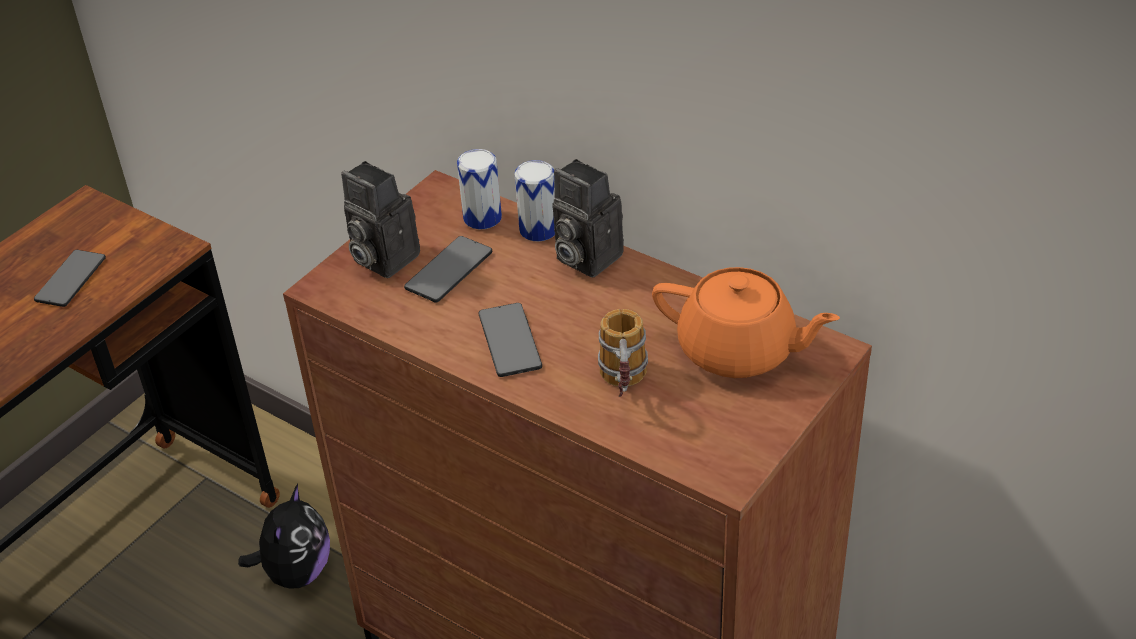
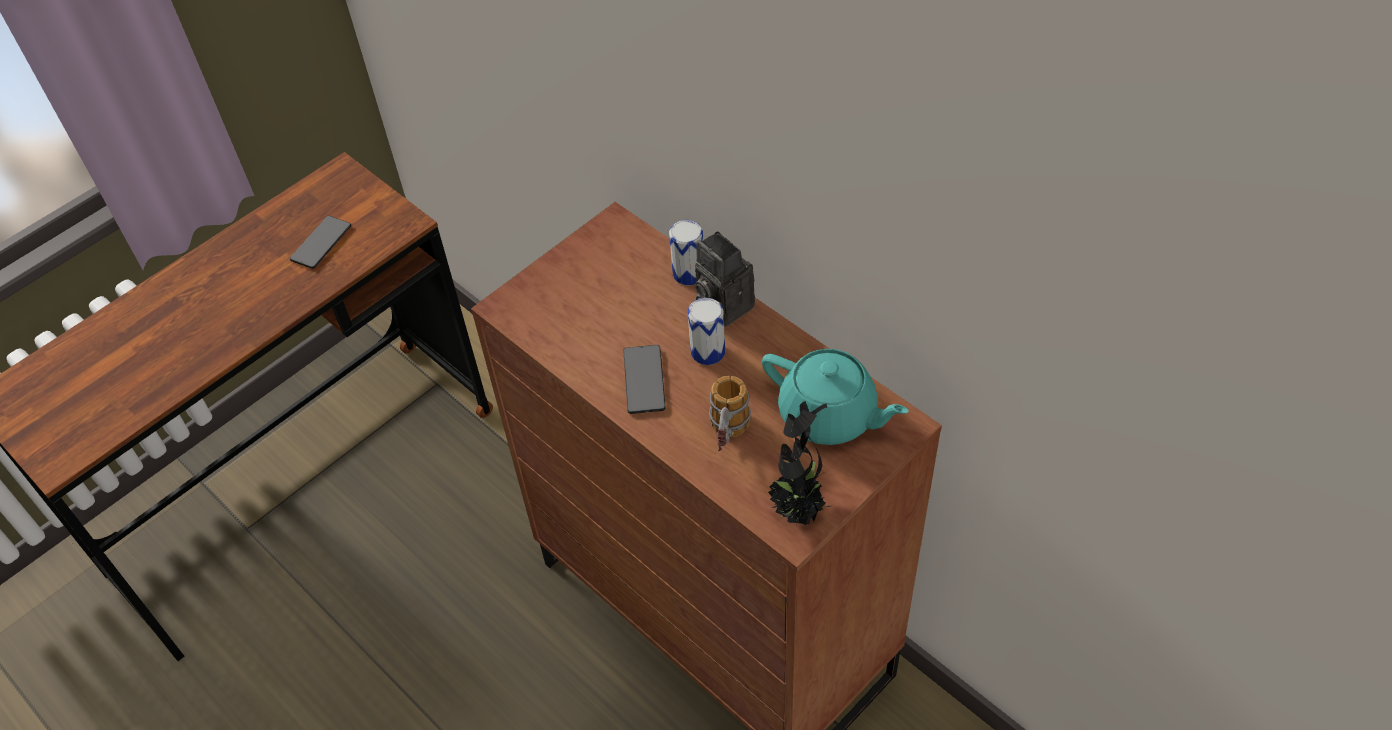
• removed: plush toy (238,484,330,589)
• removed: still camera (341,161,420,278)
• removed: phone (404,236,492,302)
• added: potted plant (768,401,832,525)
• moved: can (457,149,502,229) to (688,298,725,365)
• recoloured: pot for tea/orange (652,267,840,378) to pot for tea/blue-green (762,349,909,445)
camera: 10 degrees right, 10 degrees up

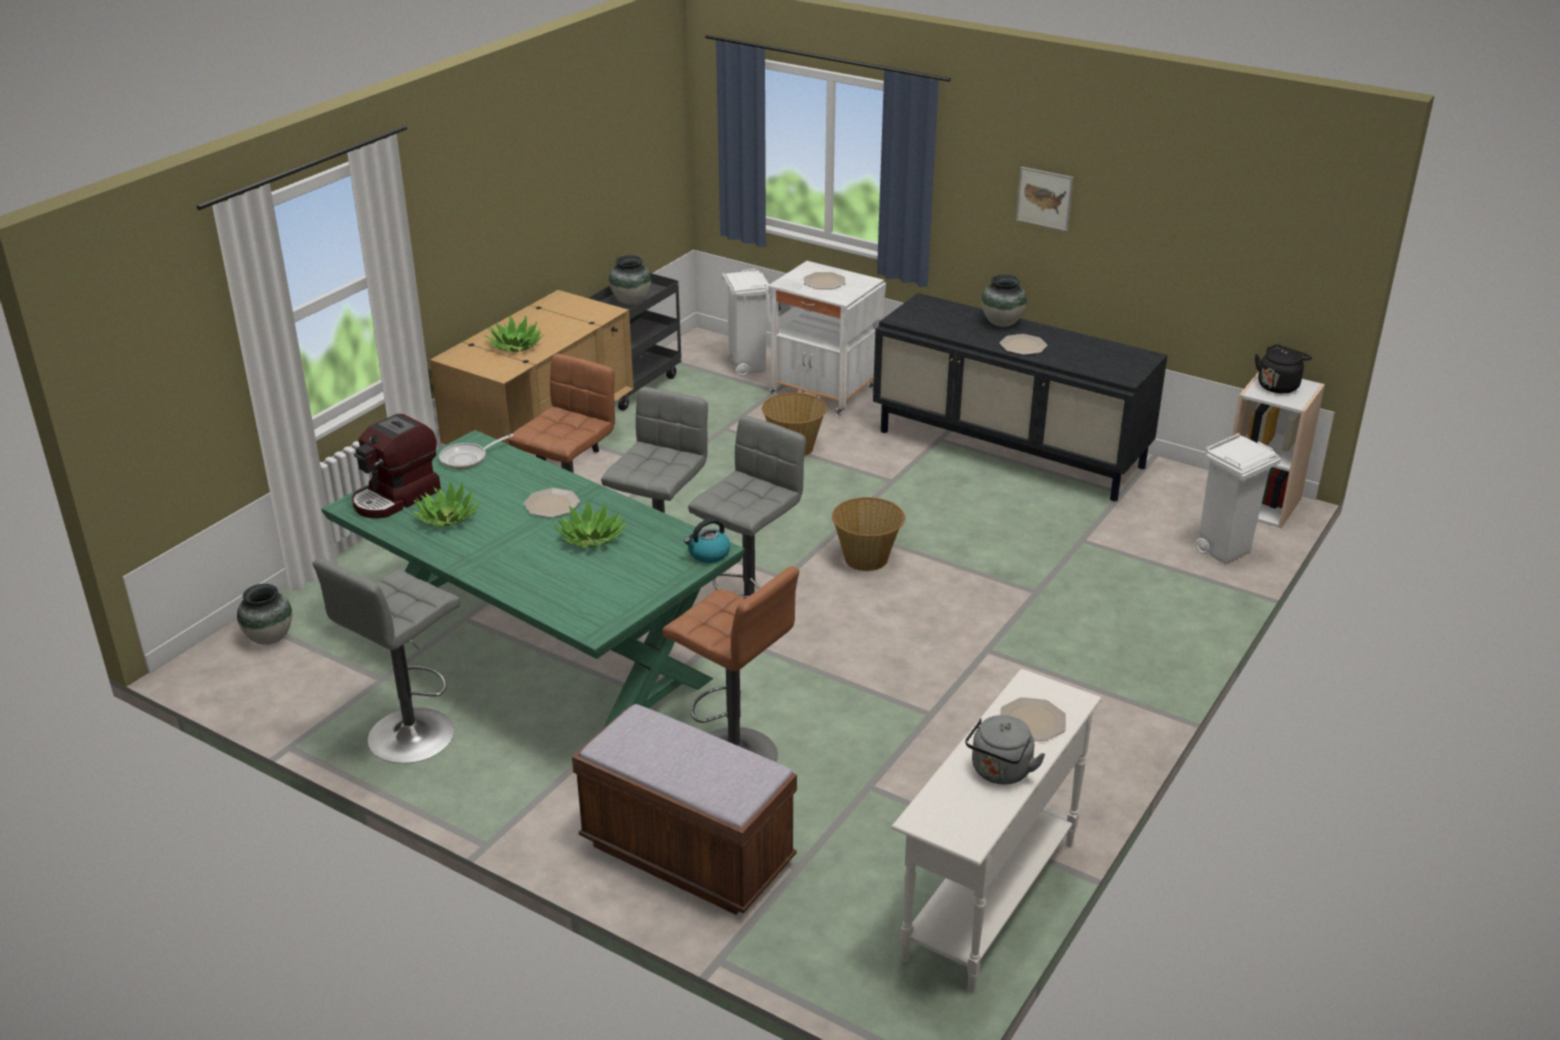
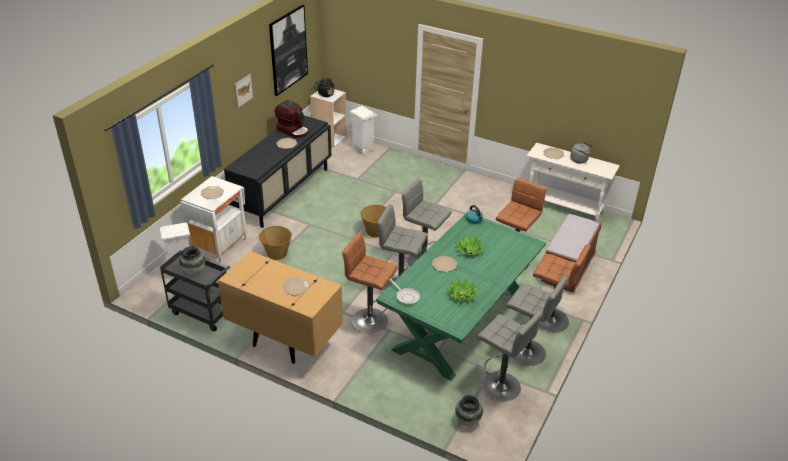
• removed: flower vase (981,274,1027,327)
• added: wall picture (269,5,308,96)
• added: stool seat/gray (477,311,543,402)
• added: stool seat/brown (533,244,591,333)
• moved: coffee brewer (352,414,441,518) to (275,100,308,138)
• replaced: potted plant (485,315,544,352) to flat dish (282,277,310,295)
camera: 95 degrees left, 5 degrees up

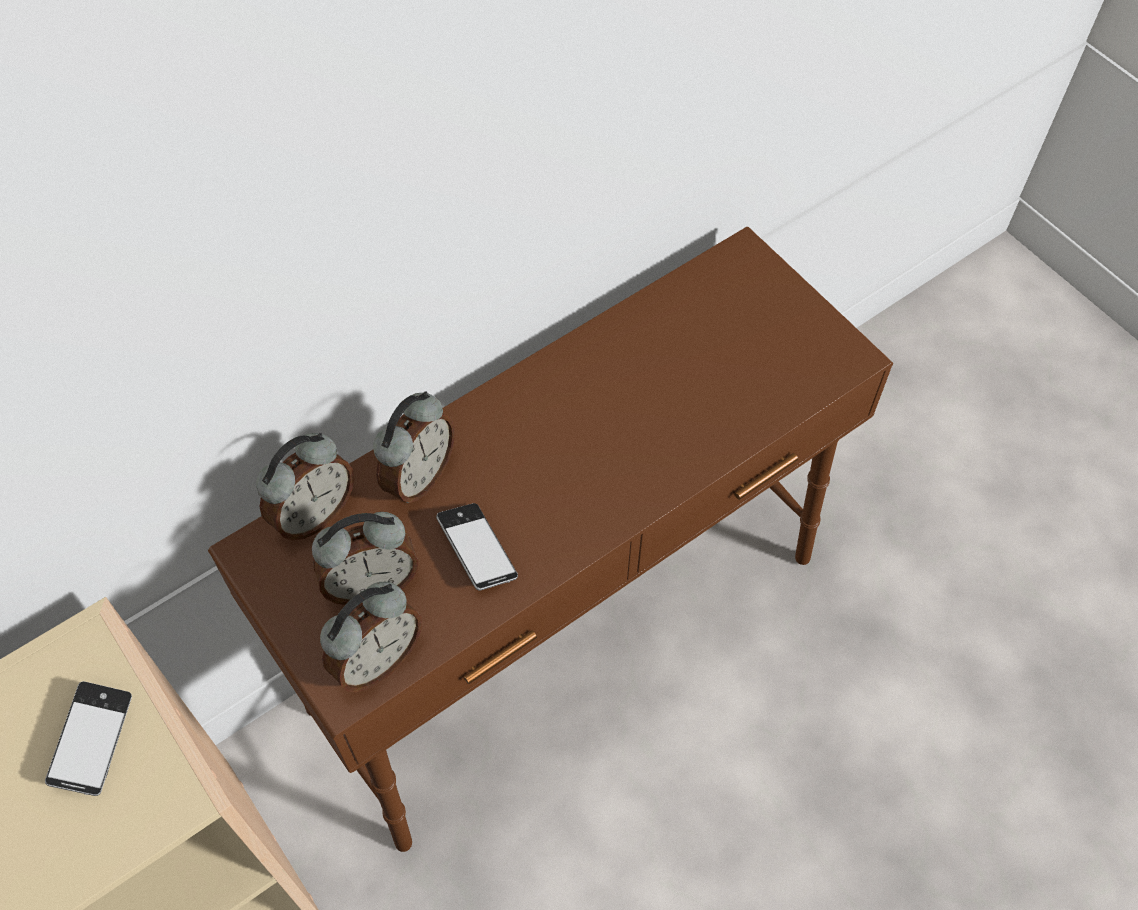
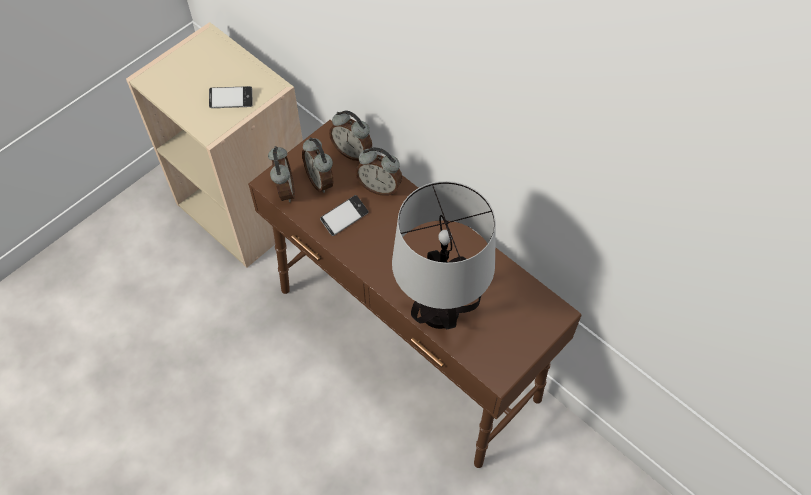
• added: table lamp (392,181,496,329)
• turned: alarm clock (320,582,422,692) = (268,146,295,202) 135 degrees counterclockwise
camera: 80 degrees right, 0 degrees up

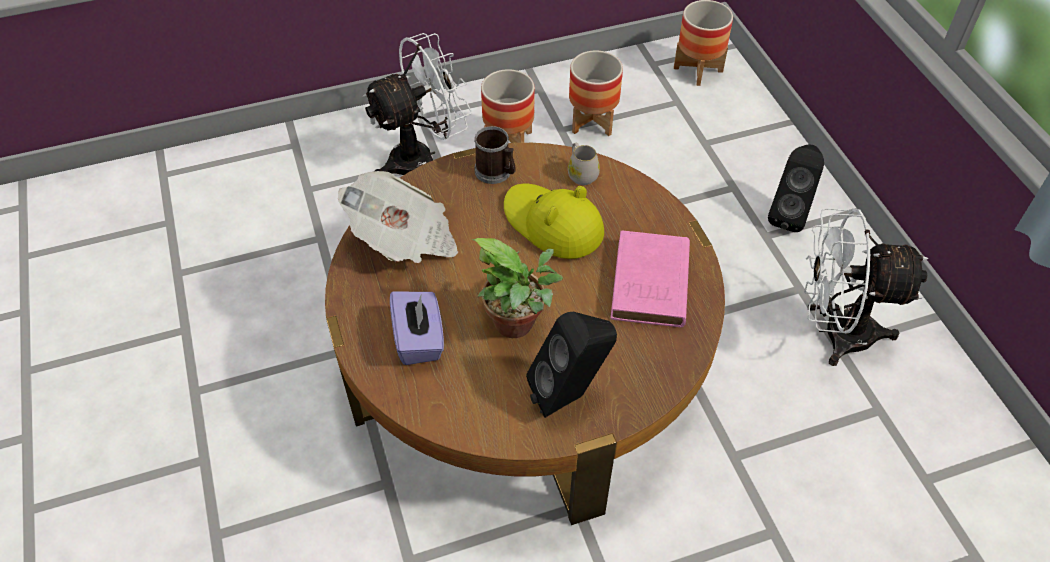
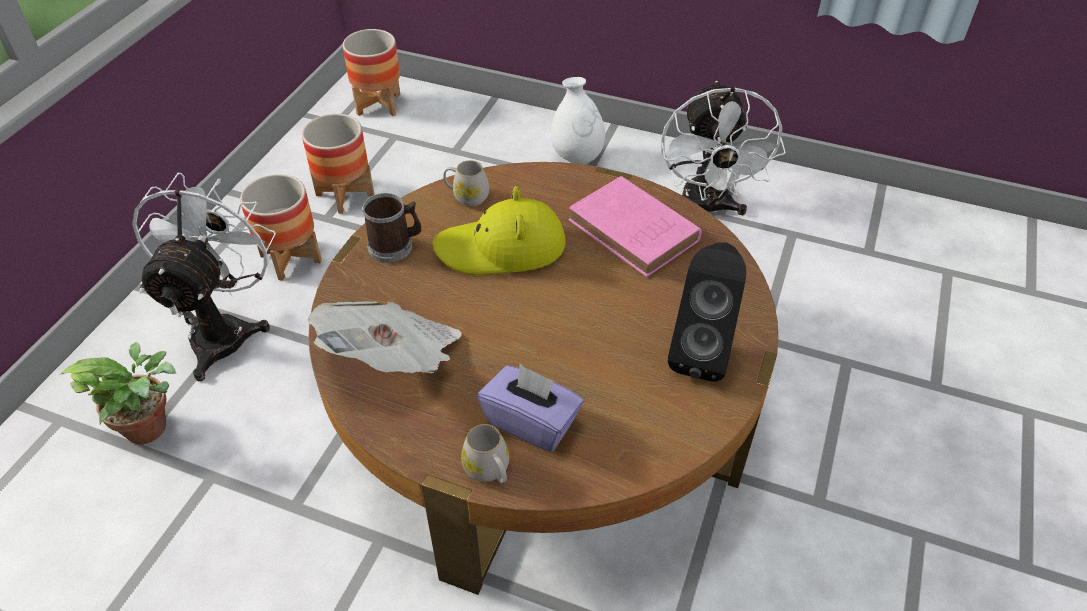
• added: tea mug/white-coloured (461,424,509,483)
• moved: potted plant (472,238,563,338) to (60,342,176,444)
• replaced: loudspeaker/blackish (768,145,824,232) to flower vase/white-coloured (551,77,605,164)
• turned: electric fan/white-coloured (804,208,928,366) = (661,81,786,215) 45 degrees counterclockwise
camera: 50 degrees left, 5 degrees down

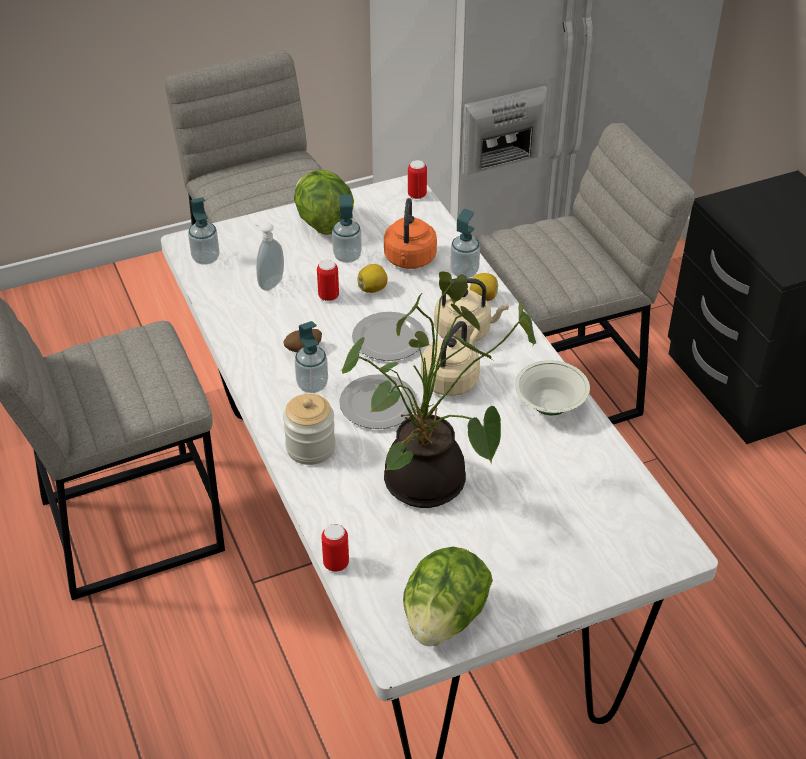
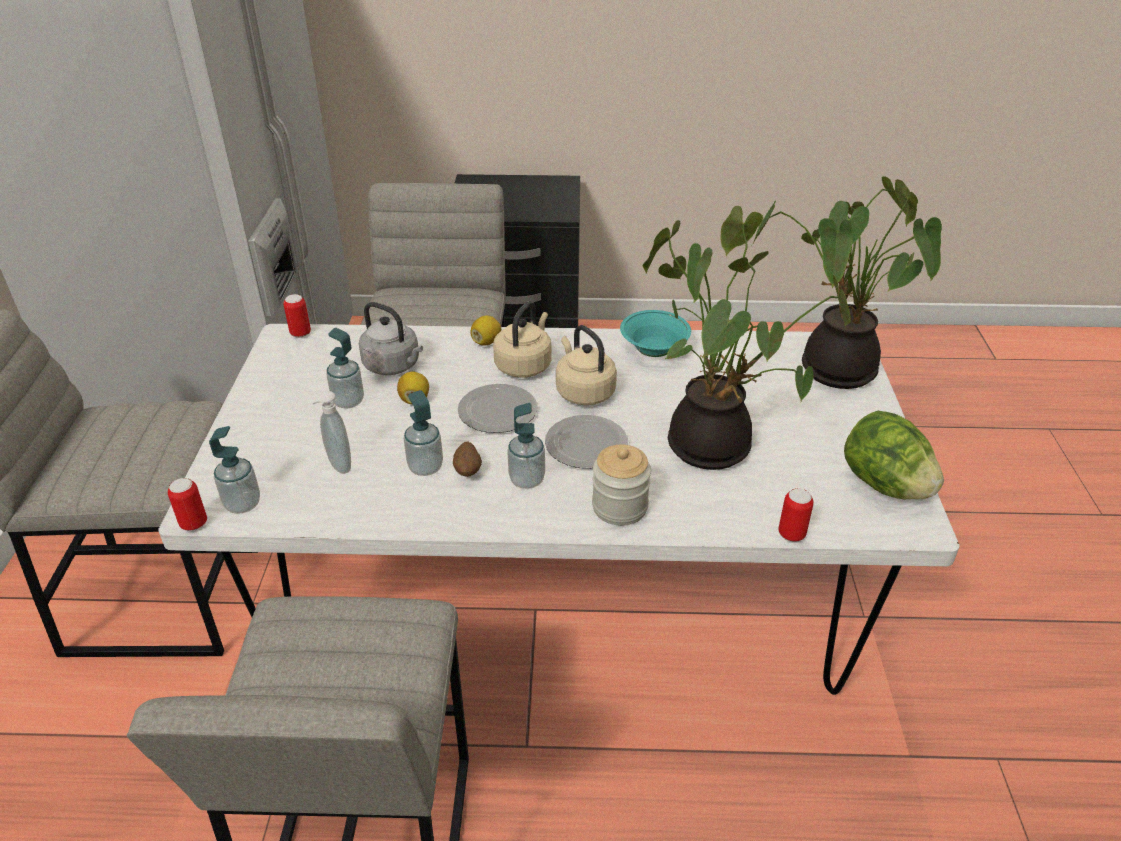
• removed: head of lettuce (294,170,354,235)
• added: potted plant (752,176,942,389)
• moved: can (317,260,339,301) to (168,478,207,531)
• moved: liquid soap bottle (450,209,480,278) to (404,390,443,476)
• recoloured: kettle/orange (384,198,437,269) to kettle/gray (359,302,423,375)
• recoloured: bowl/white-coloured (514,360,590,415) to bowl/blue-green (620,310,691,357)
camera: 65 degrees left, 5 degrees down

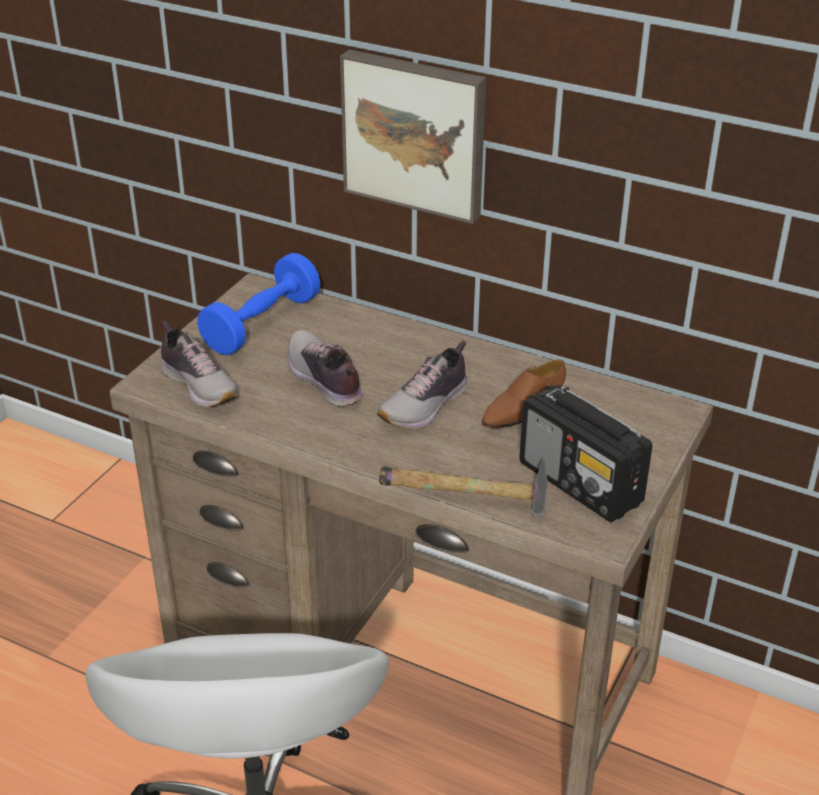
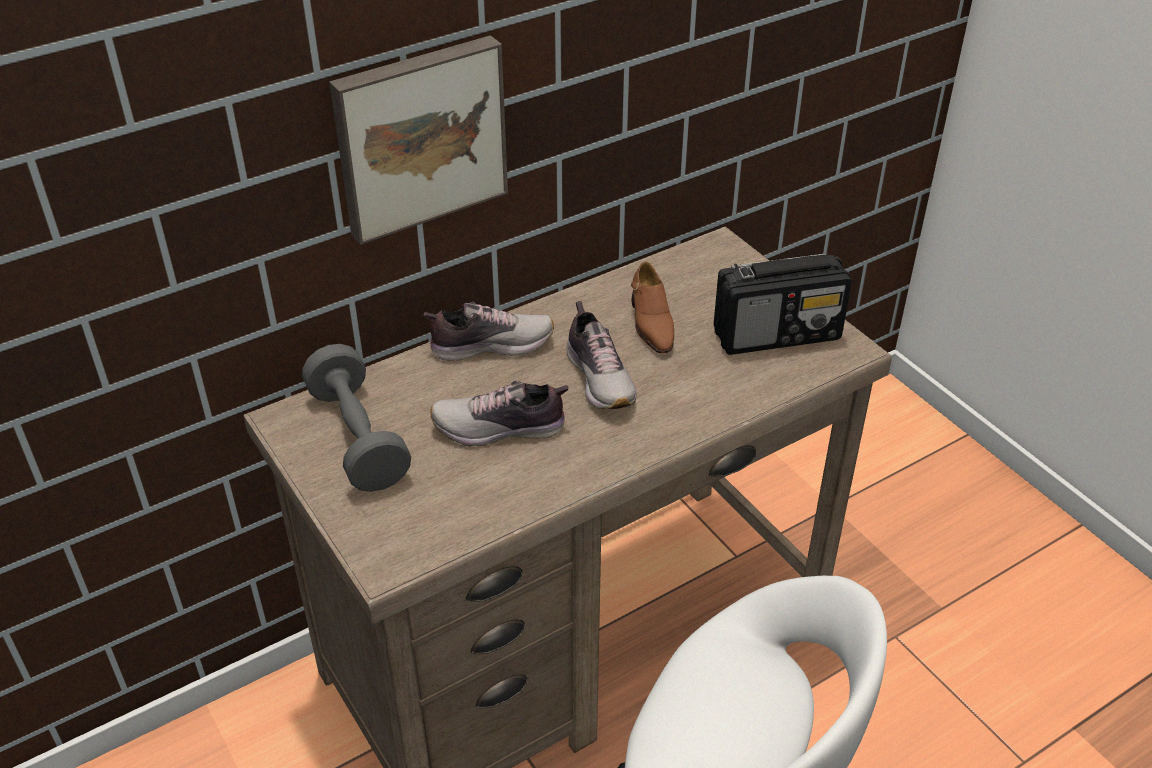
• removed: hammer (379,459,548,516)
• moved: low shoe (161,321,238,408) to (424,301,554,361)
• recoloured: dumbbell/blue-coloured (197,253,320,355) to dumbbell/gray (302,344,411,492)
camera: 60 degrees left, 5 degrees up

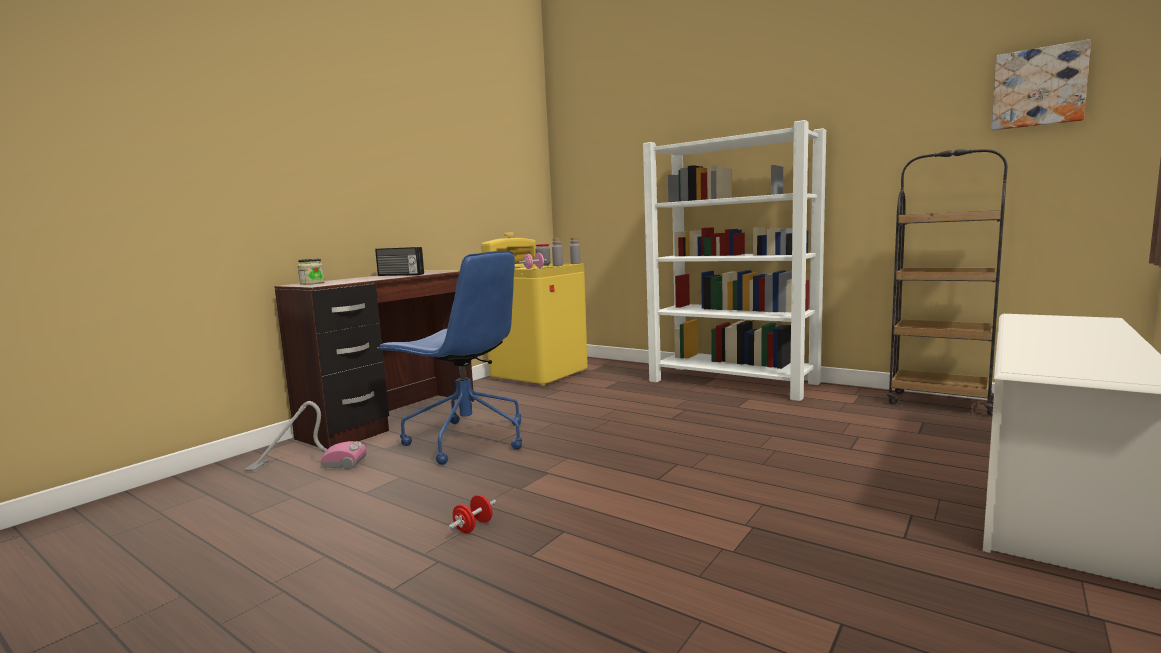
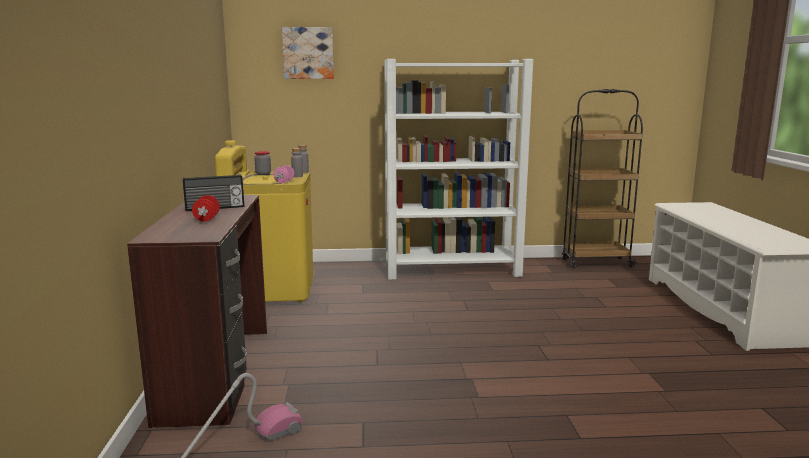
• removed: storage jar (298,259,325,285)
• removed: office chair/blue-coloured (377,251,522,465)
• moved: dumbbell/red (448,495,496,533) to (192,195,220,222)
• moved: wall picture (991,39,1091,131) to (282,27,334,79)
camera: 40 degrees left, 5 degrees up

